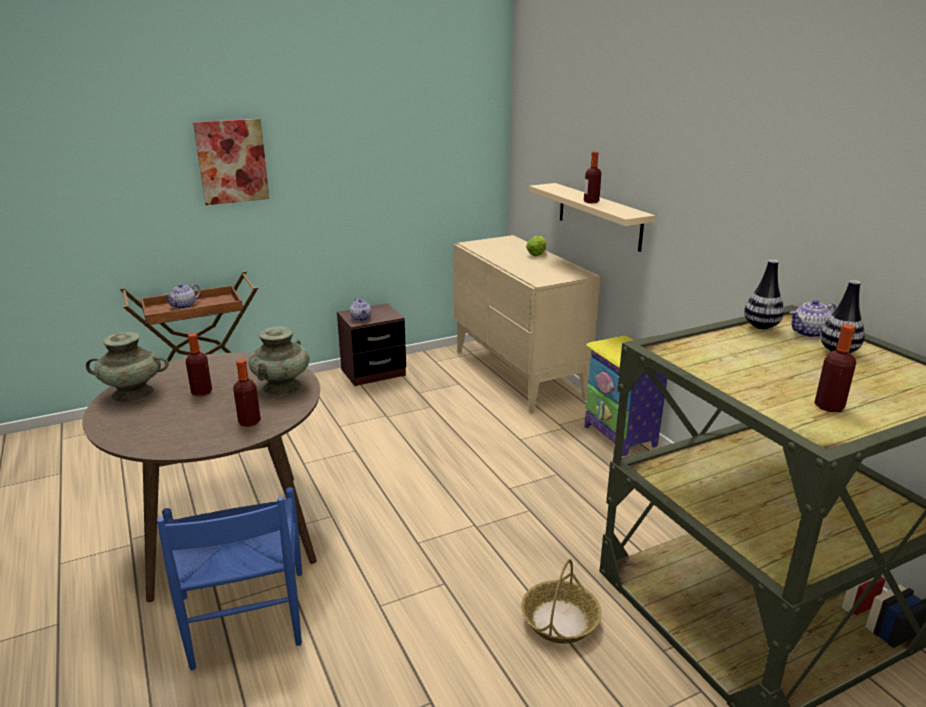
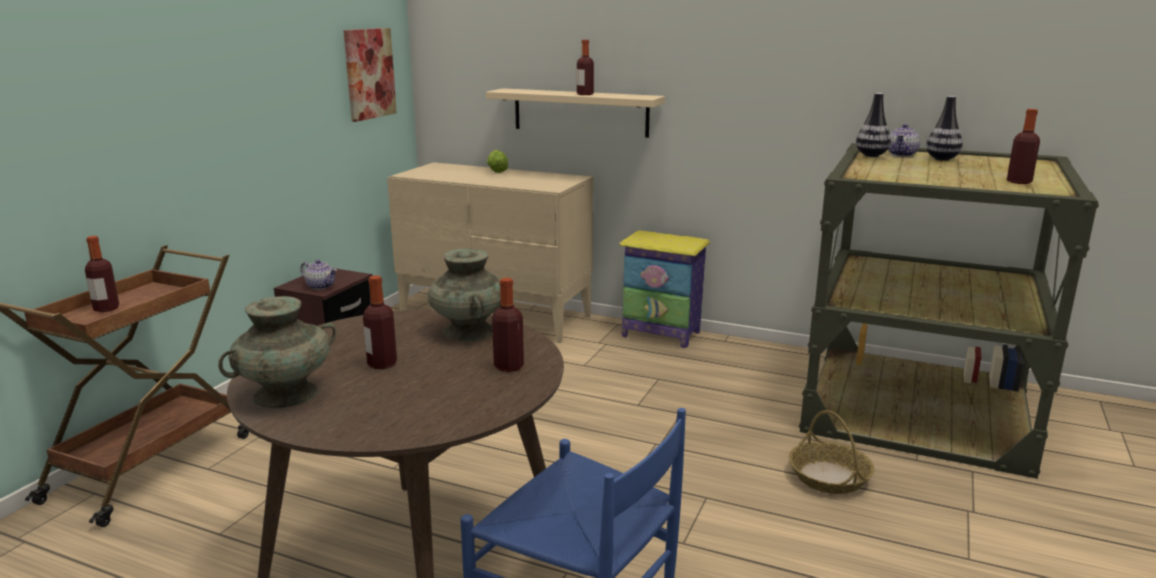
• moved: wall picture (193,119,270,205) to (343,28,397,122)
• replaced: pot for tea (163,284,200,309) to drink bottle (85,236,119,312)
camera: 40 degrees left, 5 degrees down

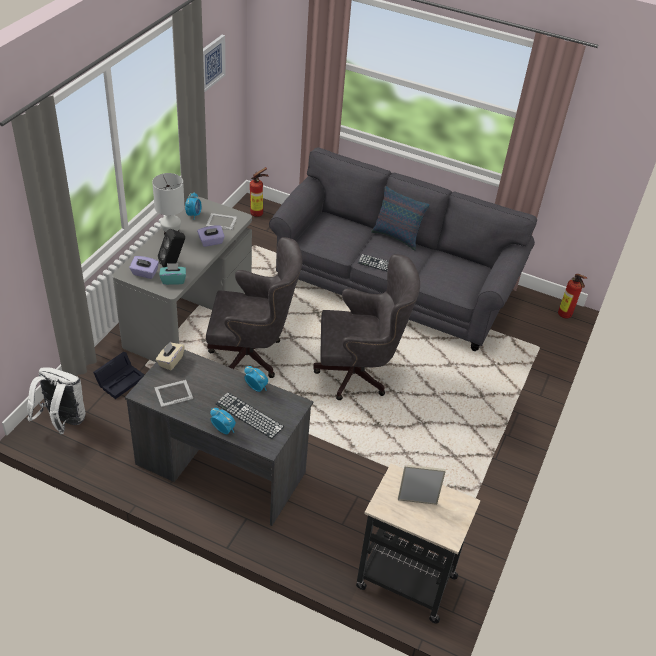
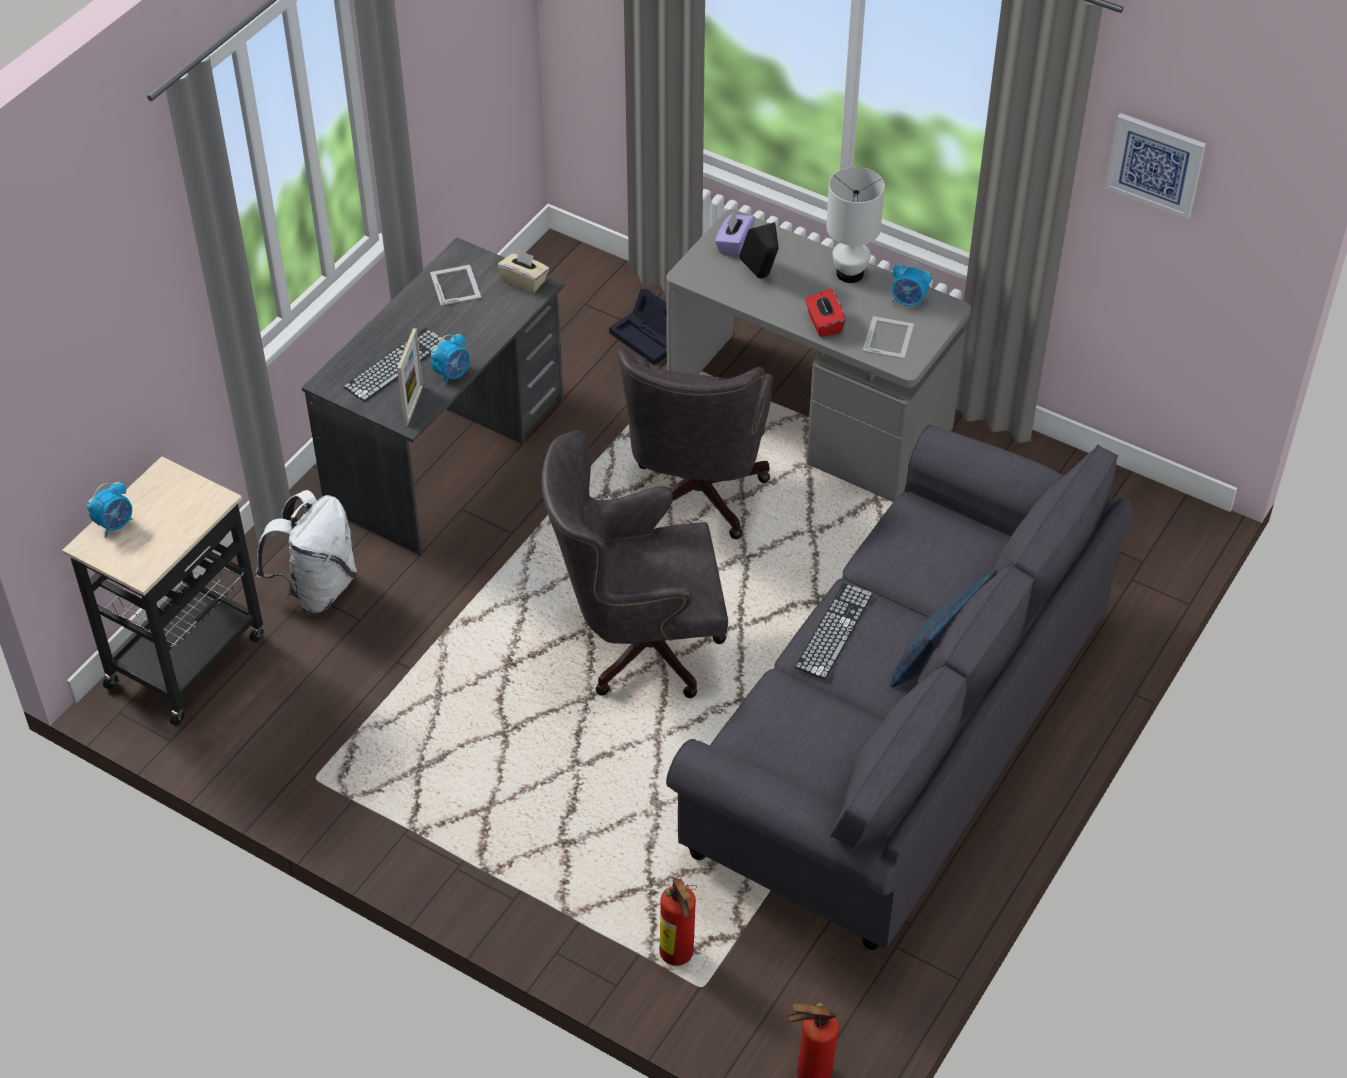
• removed: tissue holder/blue-green (159,263,186,285)
• moved: knapsack/white-coloured (27,367,86,434) to (256,490,357,614)
• moved: alarm clock (210,408,236,434) to (87,481,132,537)
• moved: fire extinguisher (250,167,269,217) to (659,878,697,966)
• moved: standing frame (398,465,446,505) to (397,328,423,426)
• recoloured: tissue holder/purplish (197,225,225,247) to tissue holder/red (805,289,846,337)
• turned: office chair/gray (313,254,420,400) = (541,430,728,698) 75 degrees clockwise
camera: 100 degrees right, 5 degrees up

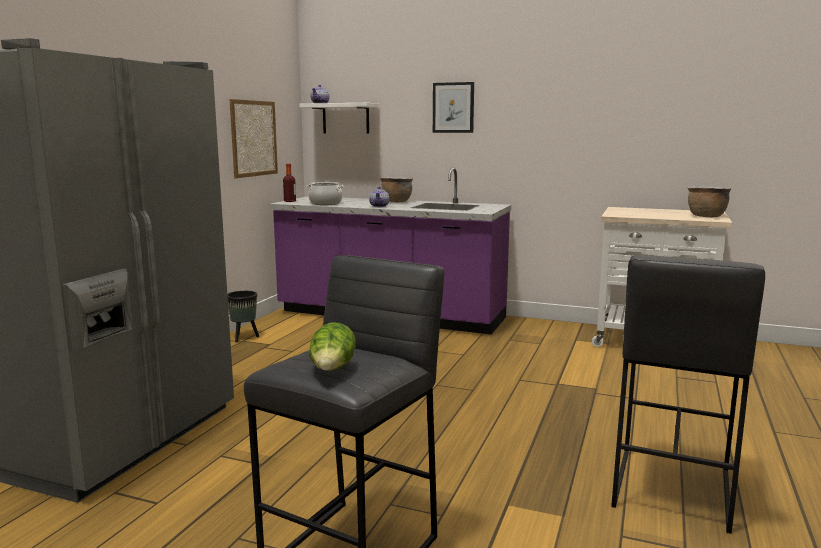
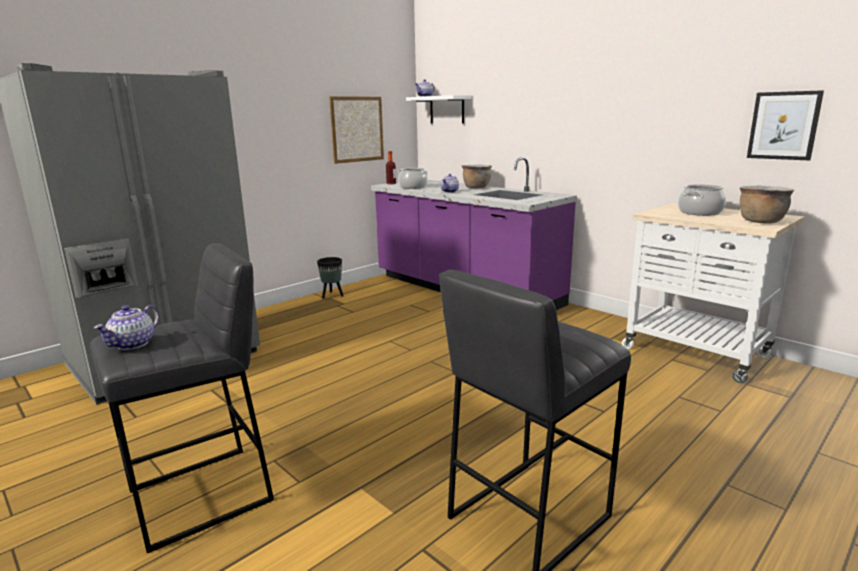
• added: saucepot (678,184,726,216)
• moved: wall picture (433,82,474,133) to (747,90,824,160)
• replaced: head of lettuce (309,322,356,371) to pot for tea (94,305,159,350)
camera: 25 degrees right, 5 degrees up

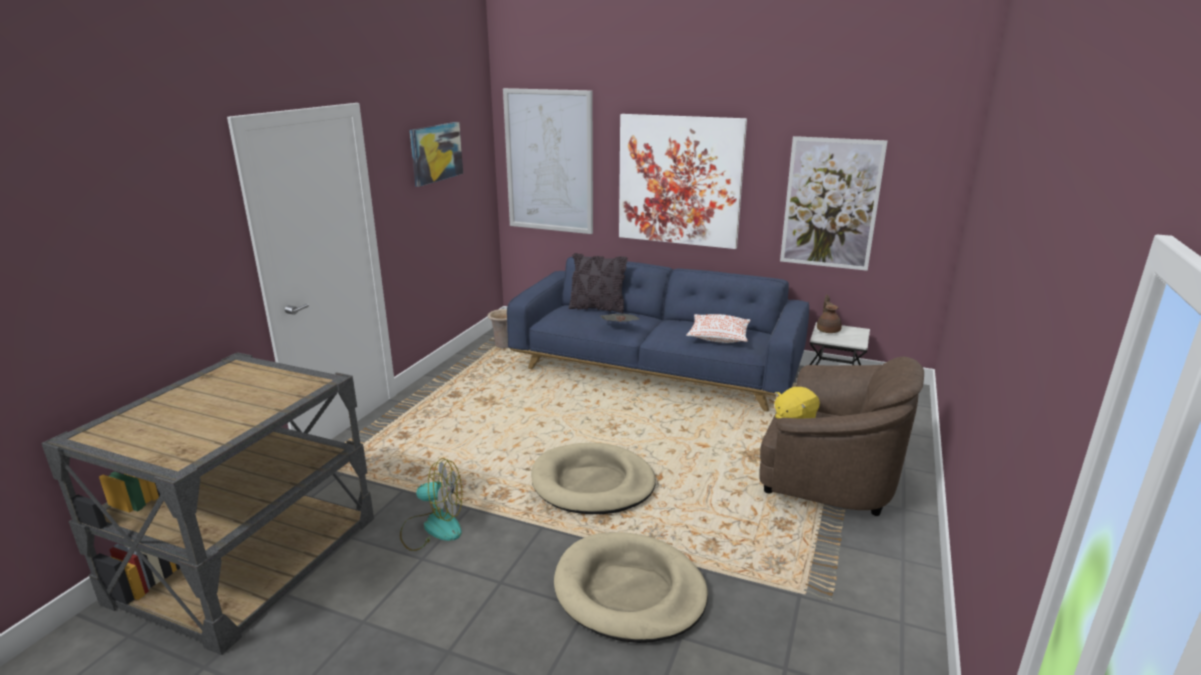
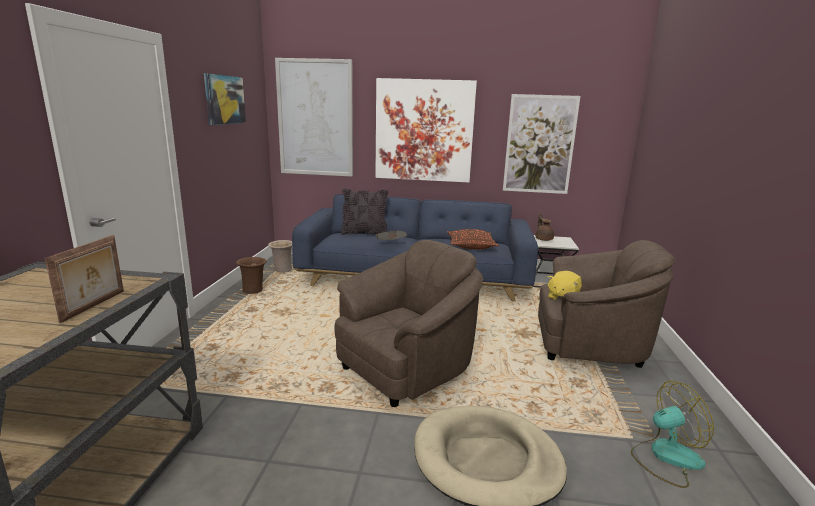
• added: standing frame (45,235,124,323)
• added: flower vase/brown (236,257,267,294)
• moved: electric fan (400,458,462,551) to (631,381,714,488)
• replaced: dog bed/beige-coloured (531,443,656,514) to armchair/brown (334,240,483,407)
• recoloured: throw pillow/white-coloured (686,314,750,343) to throw pillow/brown (447,229,499,249)
camera: 15 degrees left, 5 degrees down

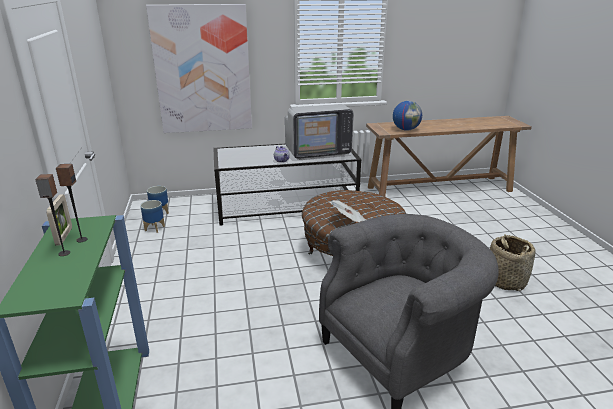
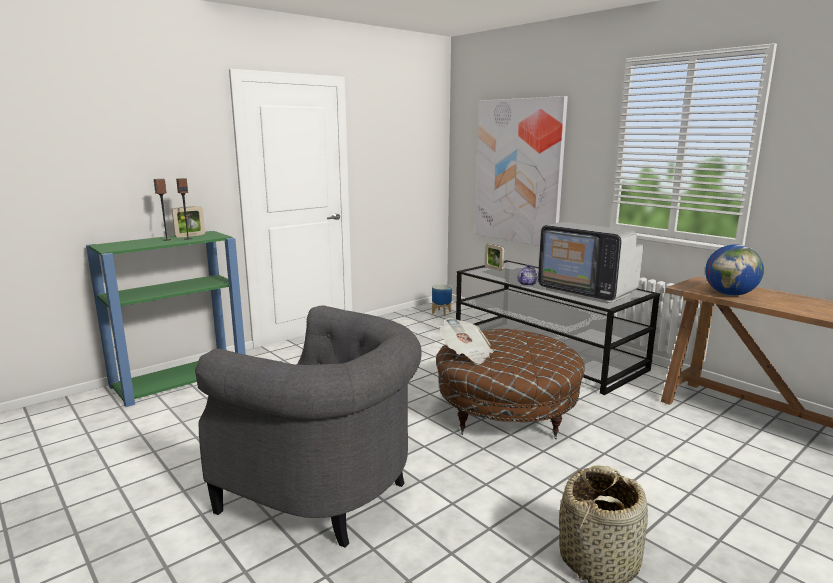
• removed: flower pot (140,200,165,233)
• added: standing frame (485,244,504,271)
camera: 60 degrees right, 10 degrees down

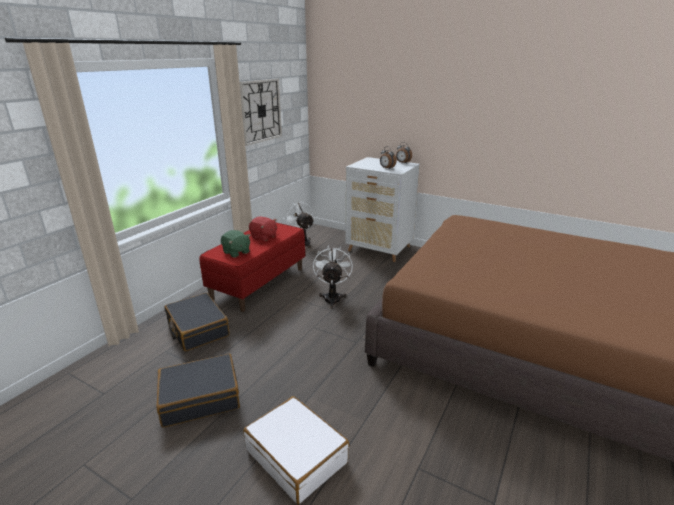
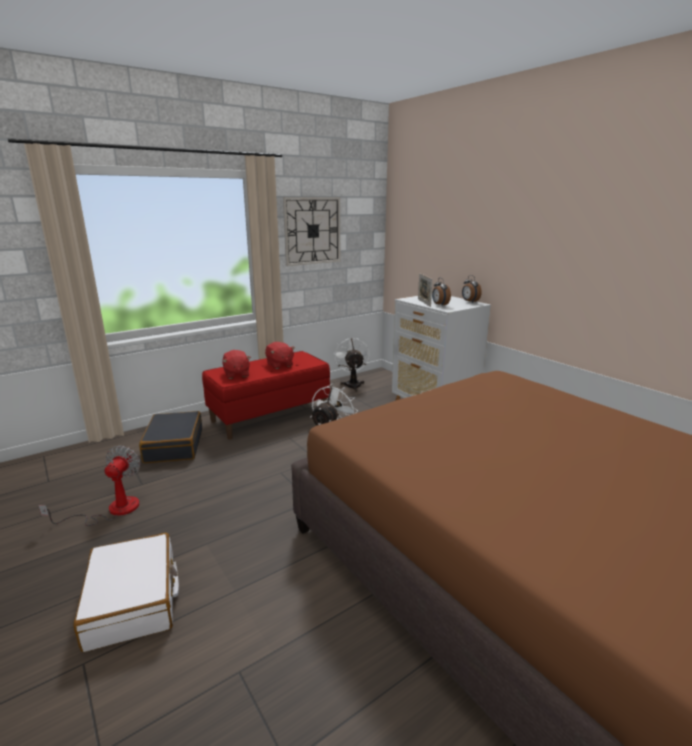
• added: standing frame (418,273,433,307)
• replaced: suitcase/blackish (156,354,240,428) to electric fan (38,446,141,526)
• recoloured: plush toy/greenish (221,230,250,258) to plush toy/red (222,350,251,379)
camera: 25 degrees right, 5 degrees down

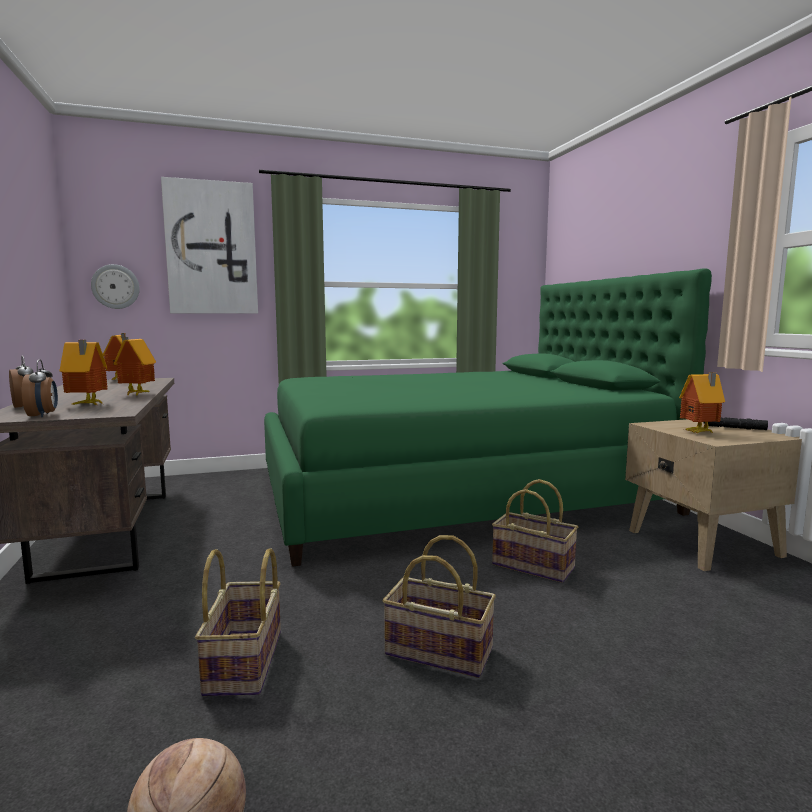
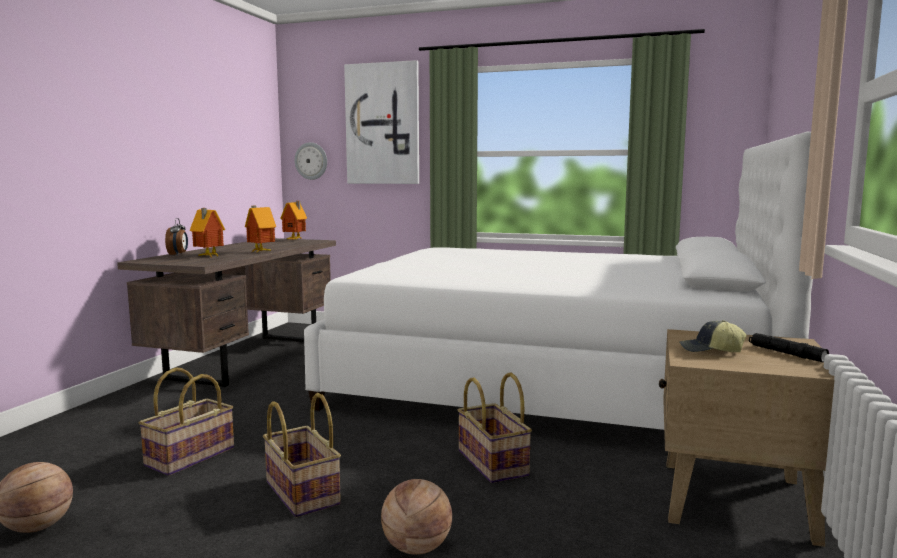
• removed: alarm clock (22,359,58,418)
• added: basketball ball (381,479,452,555)
• replaced: model house (679,372,725,433) to peaked cap (679,320,747,352)
• recoloured: bedroom bed/greenish (264,268,712,567) to bedroom bed/white-coloured (304,132,813,469)
camera: 35 degrees right, 0 degrees up

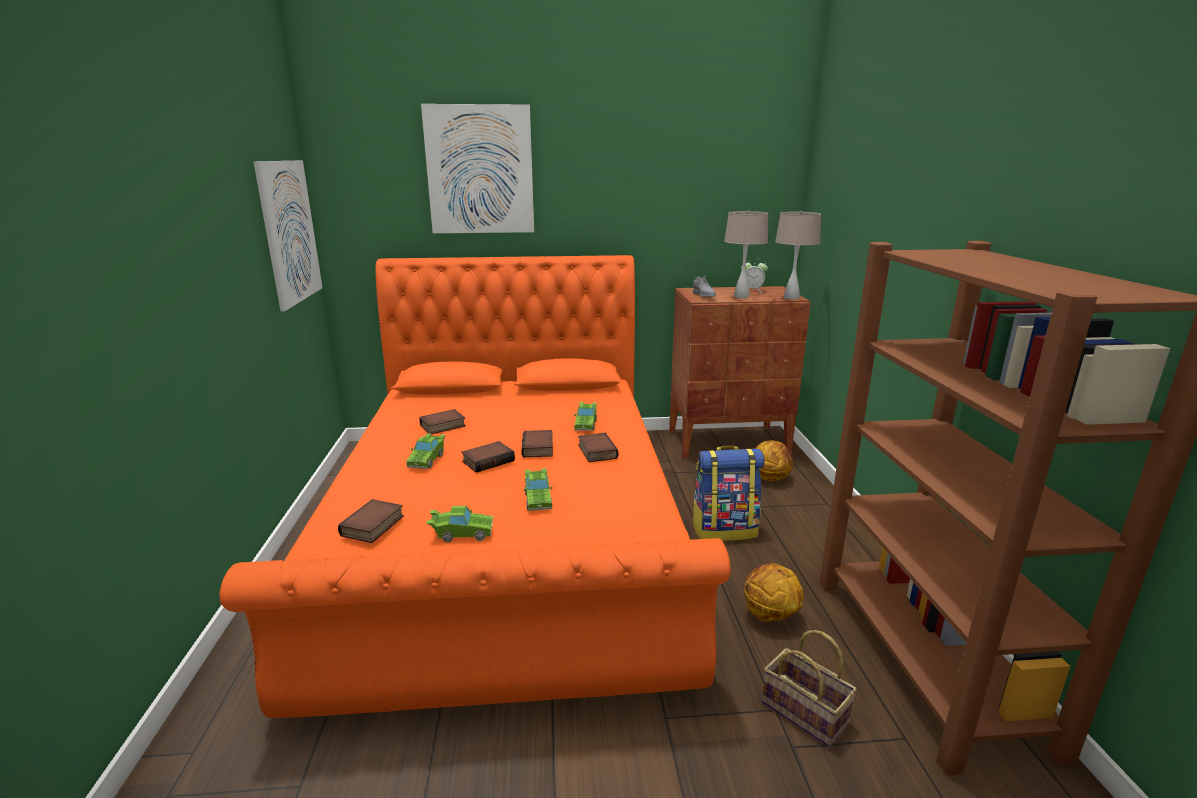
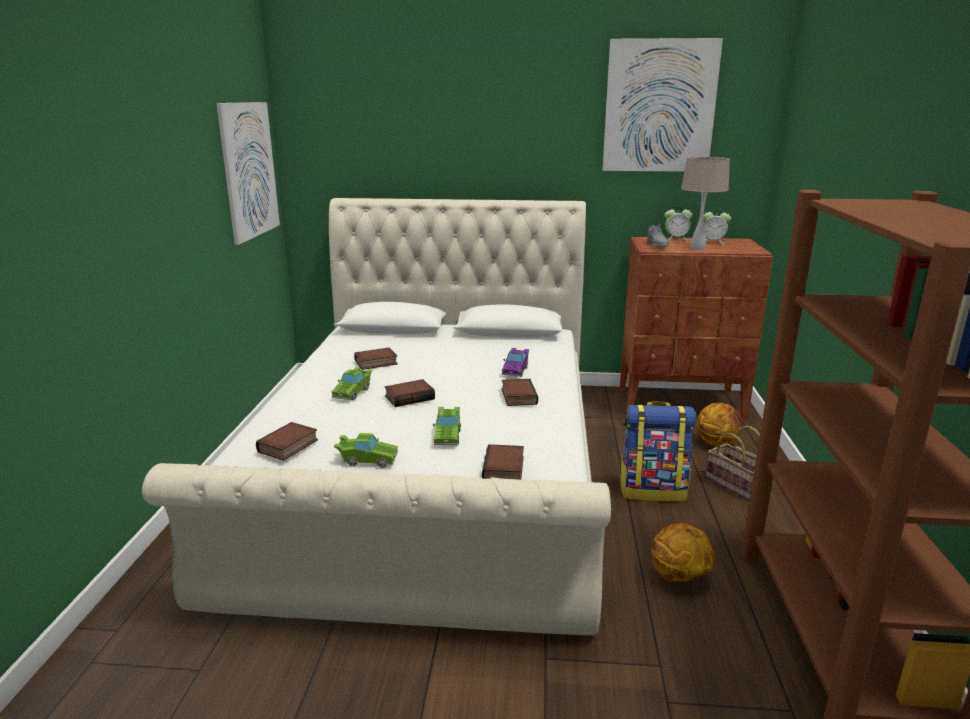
• removed: table lamp/beige-coloured (775,211,821,300)
• added: alarm clock (664,205,692,240)
• moved: wall picture (421,104,534,233) to (603,38,723,172)
• moved: volume (521,430,553,457) to (482,444,524,480)
• moved: basket (762,630,857,747) to (706,426,760,500)
• recoloured: bedroom bed/orange (220,255,731,718) to bedroom bed/beige-coloured (142,198,611,635)
• recoloured: model car/greenish (574,402,597,431) to model car/purplish (502,348,529,377)
camera: 10 degrees right, 0 degrees up

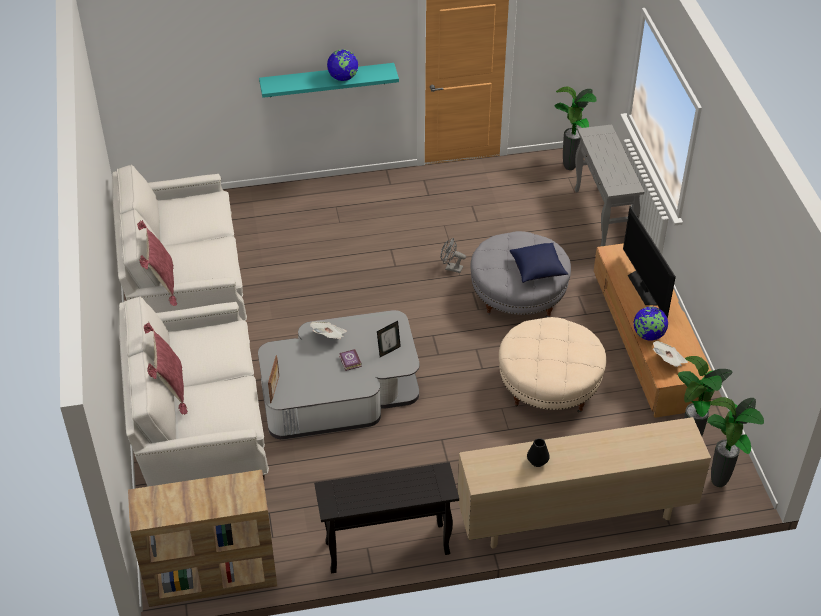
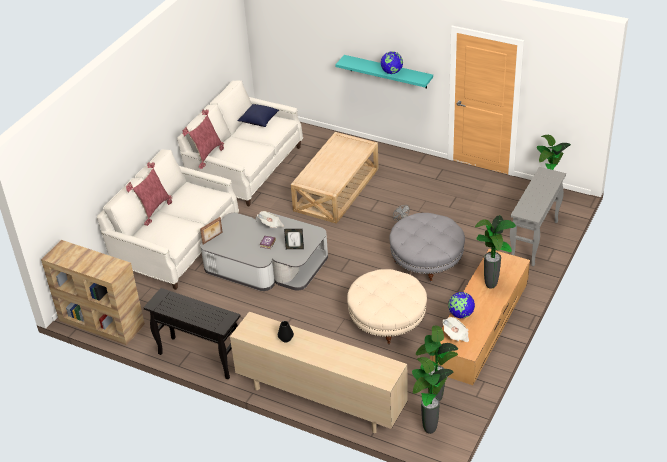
• added: coffee table/beige-coloured (291,132,379,224)
• moved: throw pillow/blue-coloured (510,243,568,283) to (238,104,279,127)
• replaced: television (623,206,676,319) to potted plant (475,215,516,289)
camera: 40 degrees right, 5 degrees down

